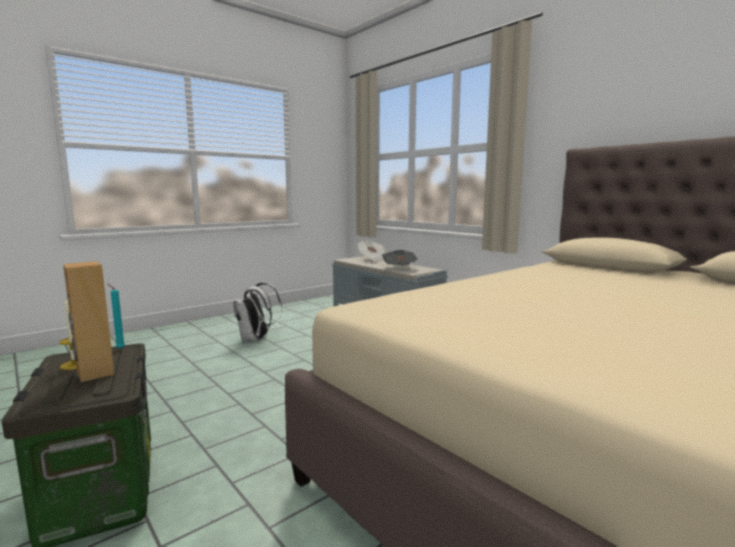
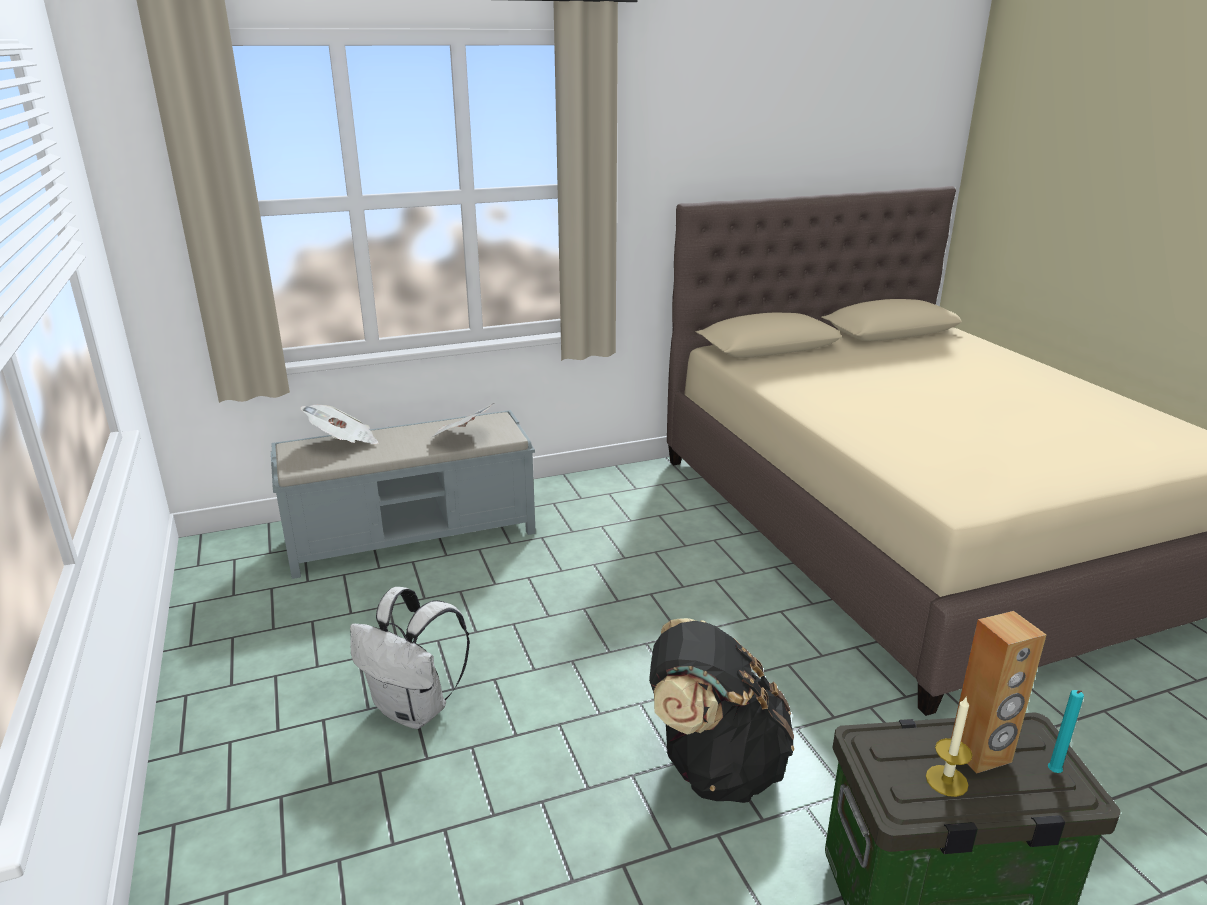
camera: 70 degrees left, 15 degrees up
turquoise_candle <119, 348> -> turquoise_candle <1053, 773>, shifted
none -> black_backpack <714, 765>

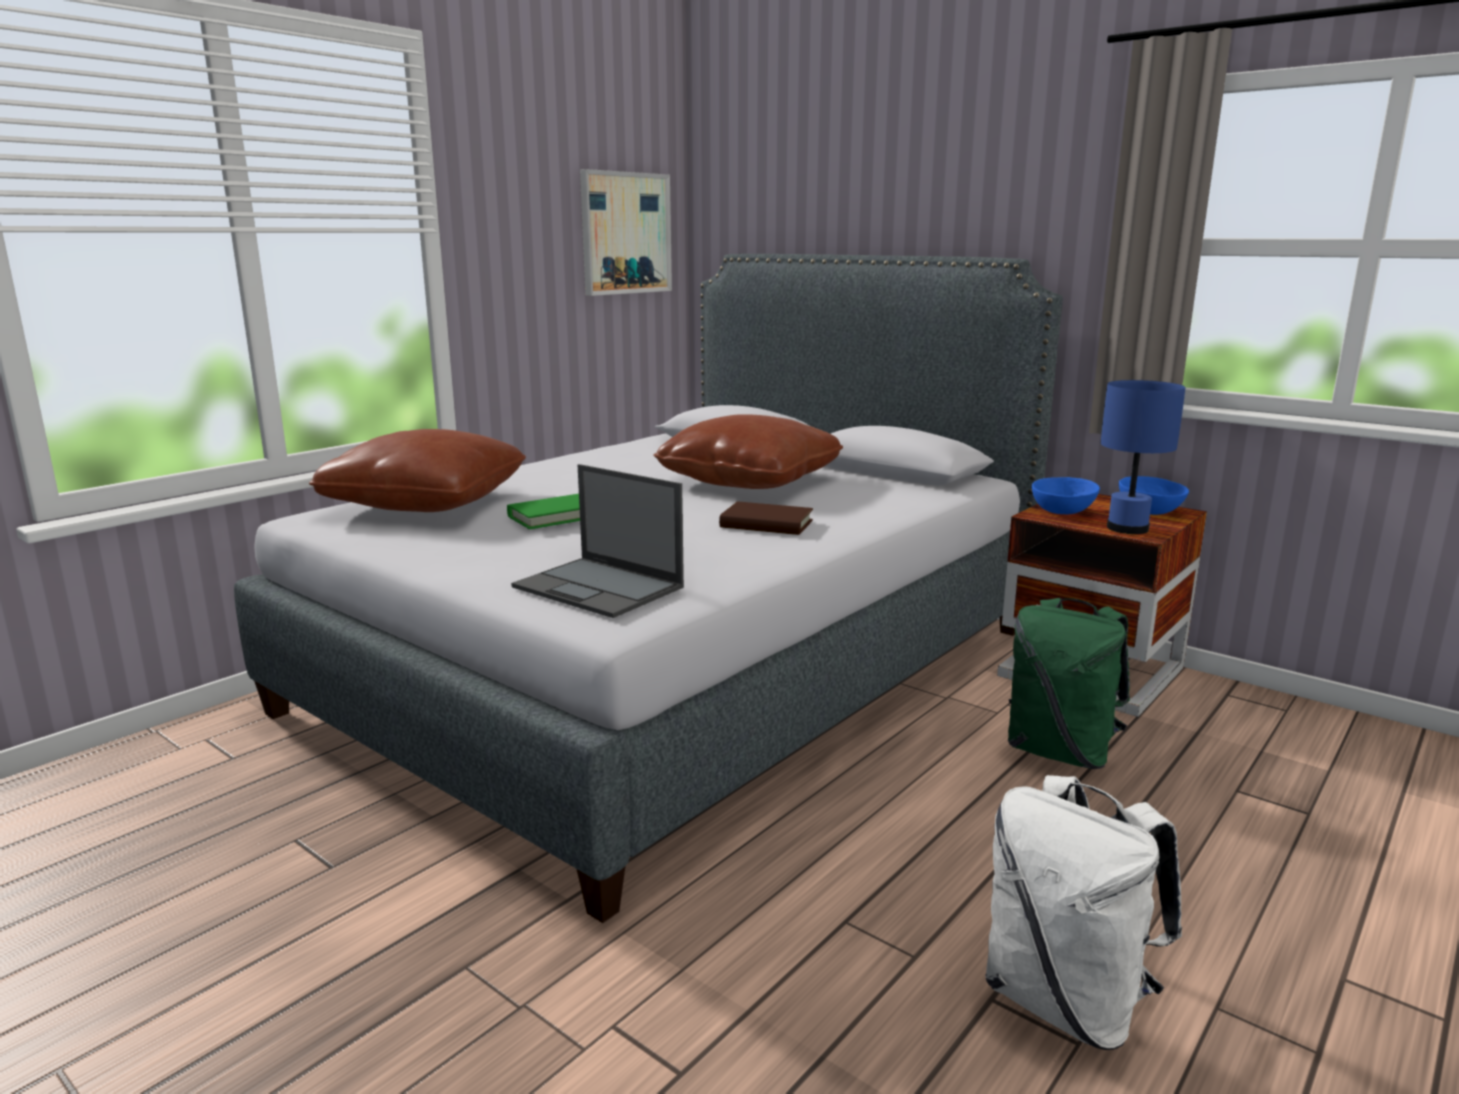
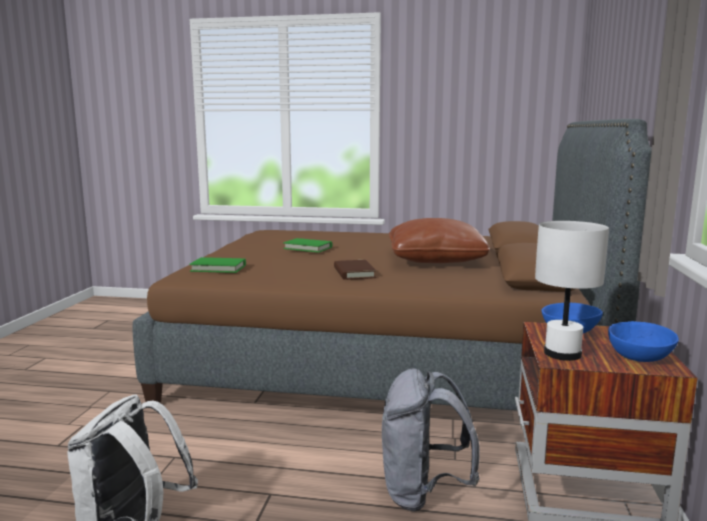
camera: 60 degrees right, 5 degrees down
grey_bed <679, 667> -> brown_bed <386, 360>
brown_pillow <426, 502> -> none
laptop <600, 588> -> green_book <218, 268>
picture <625, 233> -> none
green_backpack <1060, 752> -> grey_backpack <423, 493>
blue_table_lamp <1126, 528> -> white_table_lamp <562, 353>

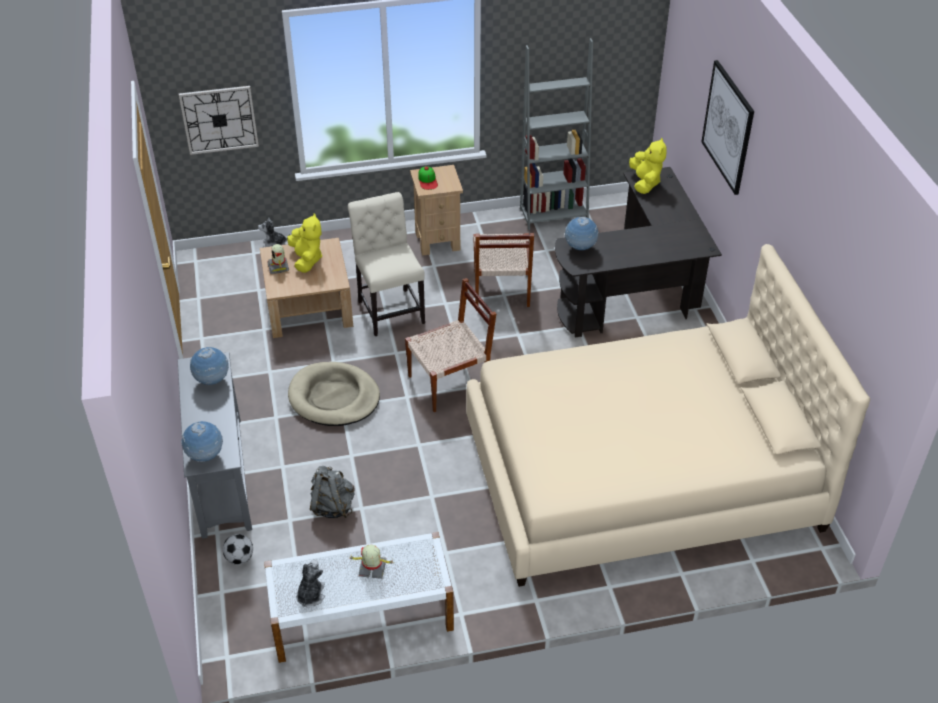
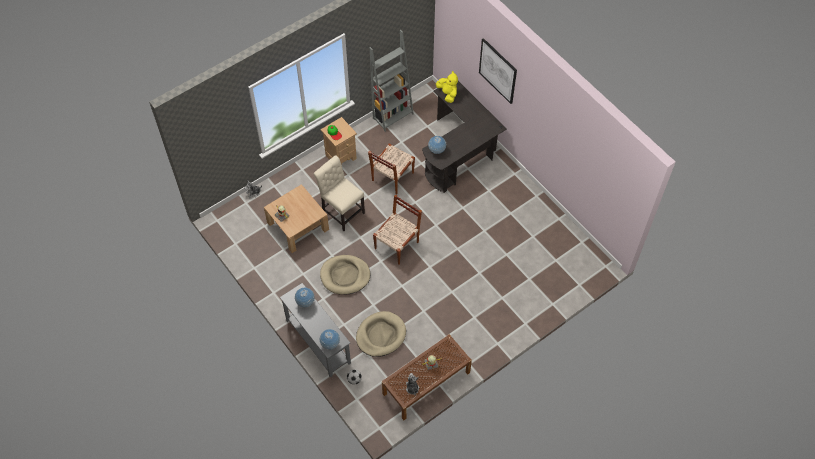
camera: 25 degrees left, 15 degrees up
wall_clock <219, 119> -> none
white_bench <361, 616> -> brown_bench <426, 383>
yellow_plush_toy <306, 260> -> none
grey_backpack <332, 506> -> beige_dog_bed <381, 335>
beige_bed <641, 474> -> none
chair <501, 291> -> chair <392, 177>, 60 degrees clockwise

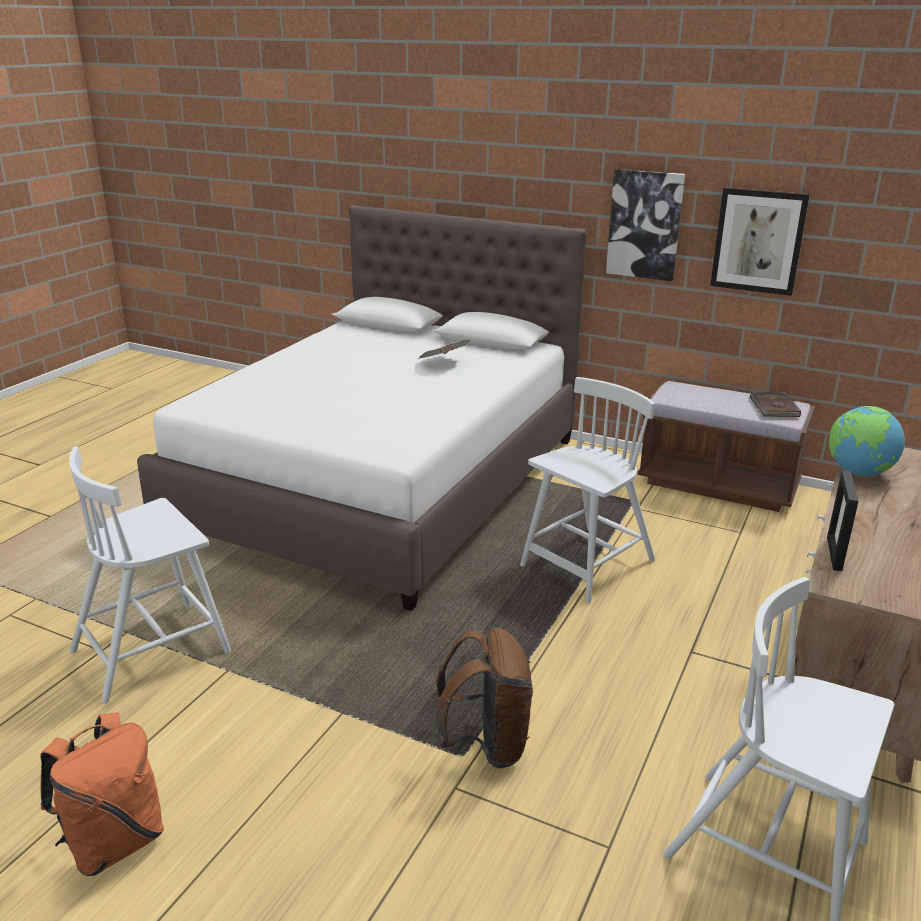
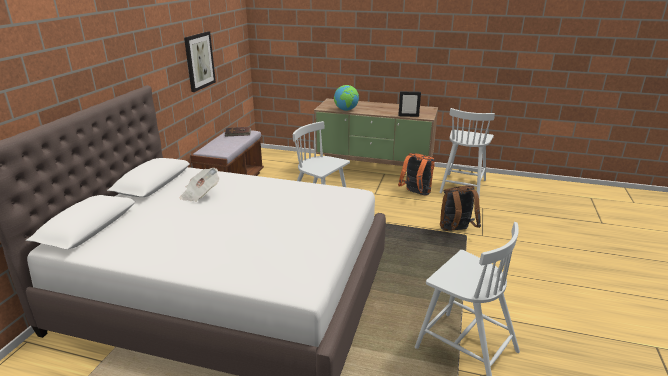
camera: 100 degrees left, 0 degrees up
orange_backpack <114, 842> -> orange_backpack <415, 194>, shifted
picture <644, 224> -> none

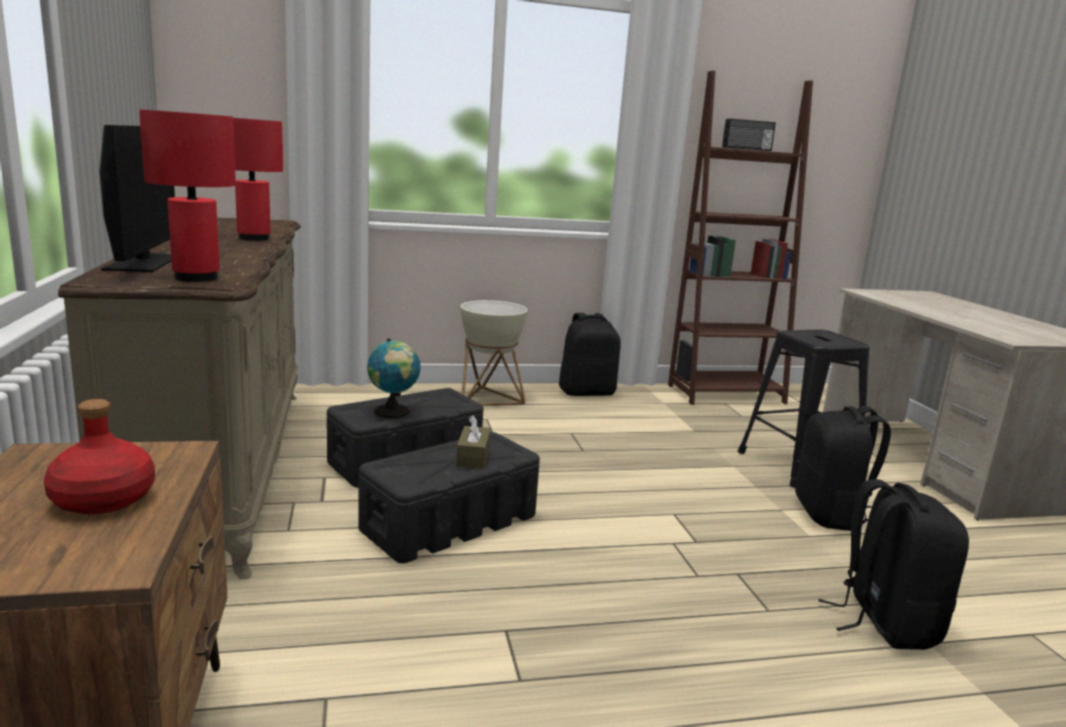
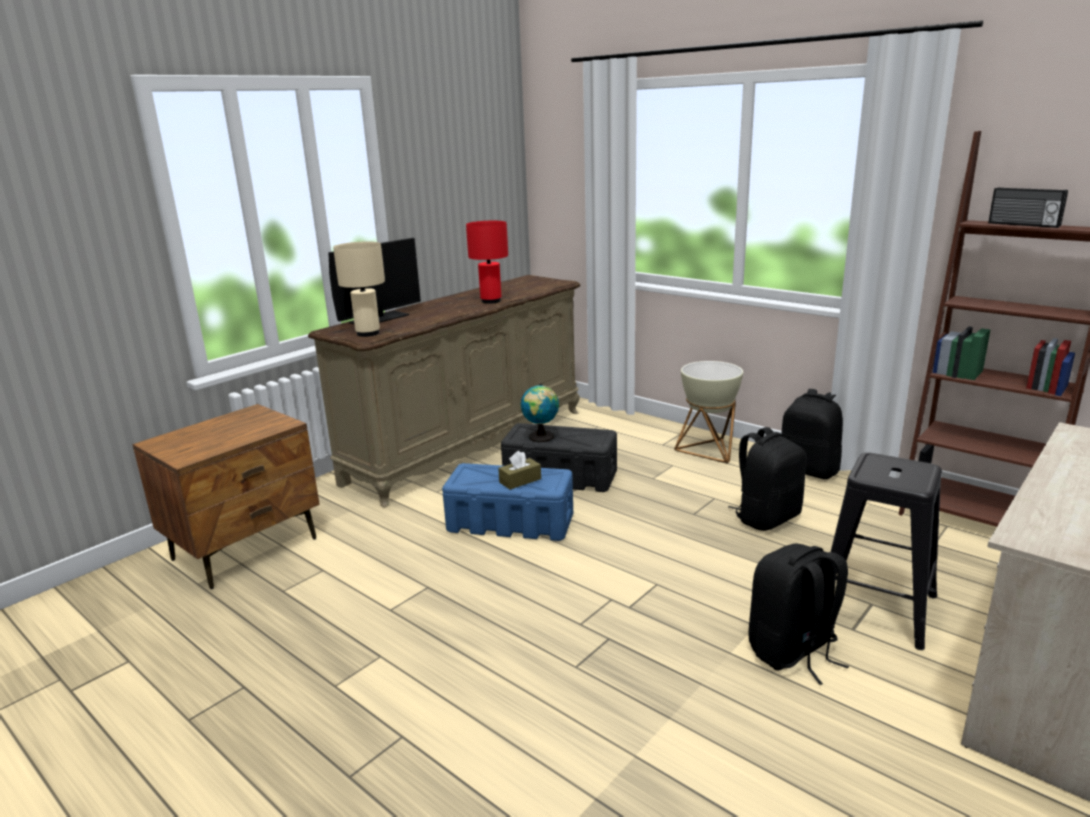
camera: 55 degrees right, 5 degrees up
red_bottle <103, 500> -> none
red_table_lamp <198, 278> -> beige_table_lamp <368, 333>
black_storage_box <451, 523> -> blue_storage_box <511, 522>
black_backpack <883, 622> -> black_backpack <766, 517>, shifted

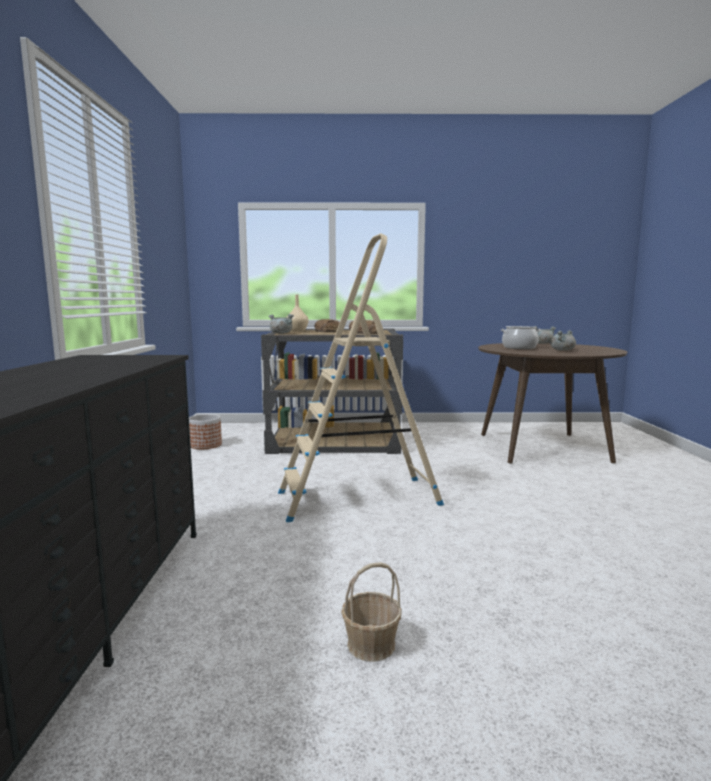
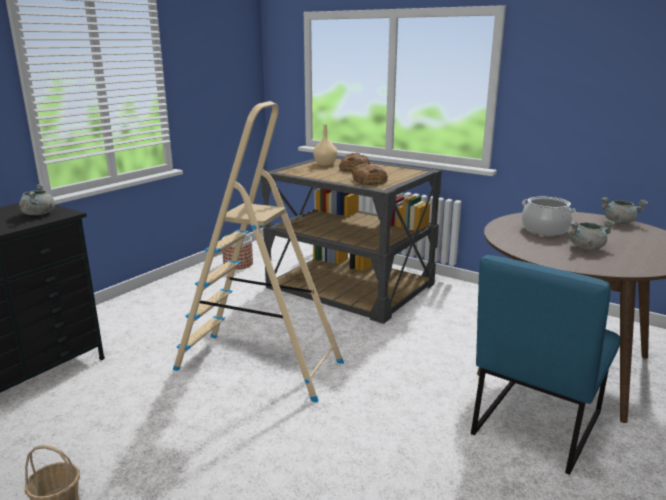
camera: 35 degrees right, 10 degrees up
grey_cooking_pot <280, 333> -> grey_cooking_pot <38, 213>, shifted
none -> blue_chair <534, 424>

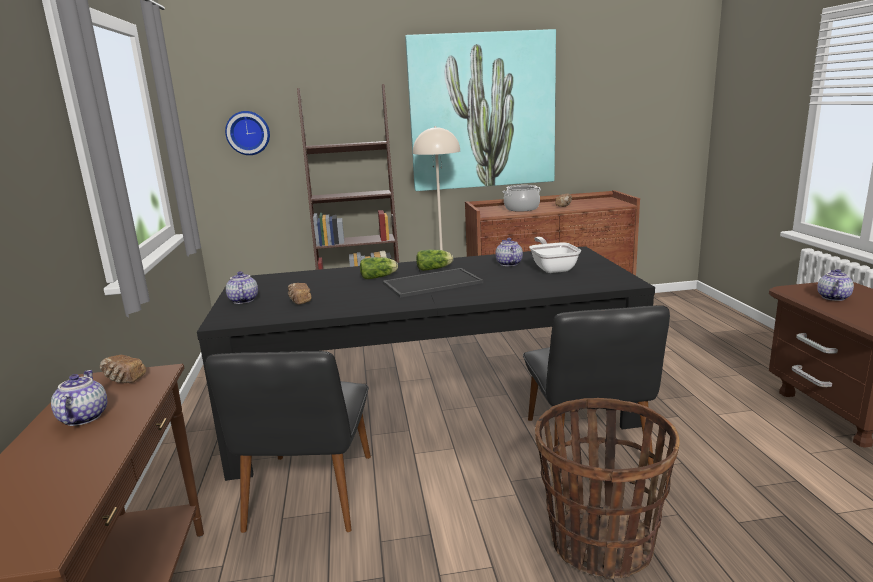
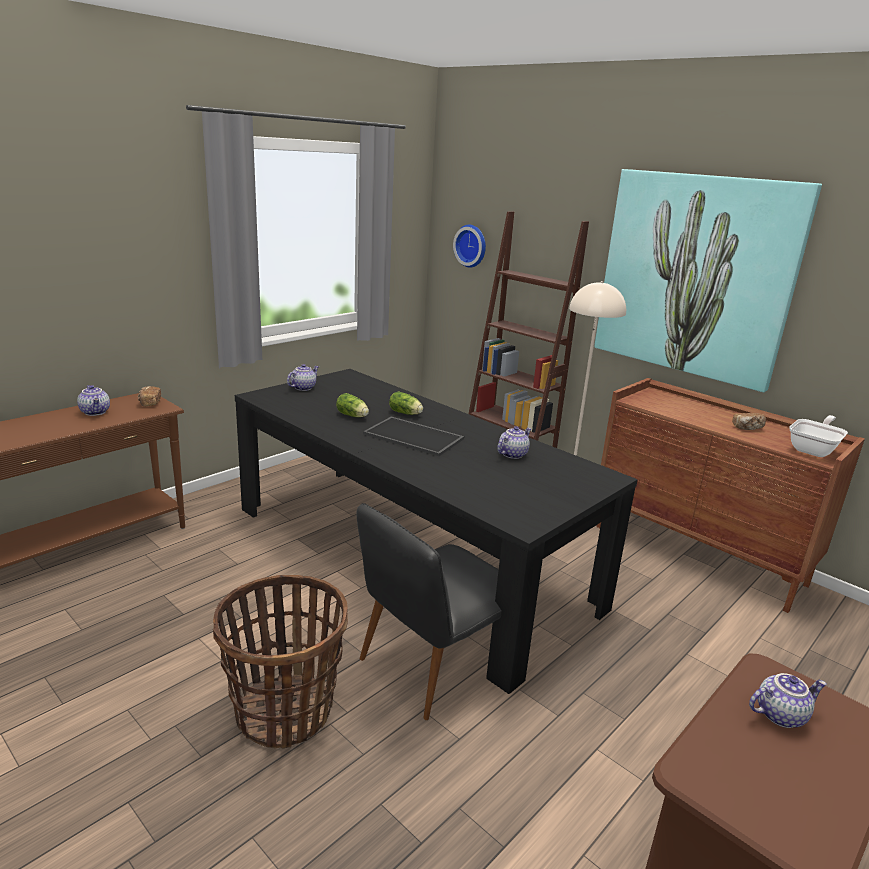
camera: 50 degrees right, 5 degrees up
teapot <82, 418> -> teapot <96, 412>, 105 degrees clockwise
black_chair <311, 491> -> none
bread <299, 301> -> none
lettuce <435, 269> -> lettuce <353, 416>, shifted
cooking_pot <521, 209> -> none
frying_pan <552, 268> -> frying_pan <814, 450>, shifted

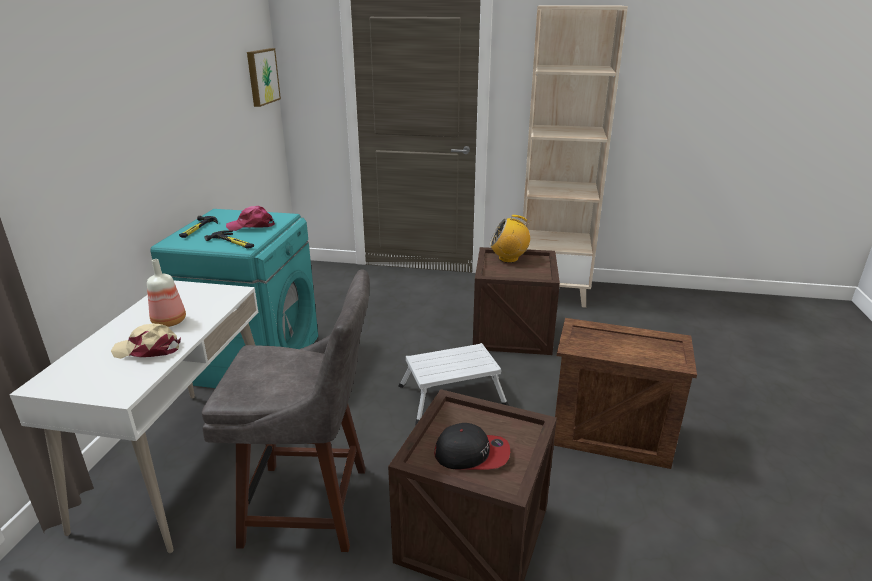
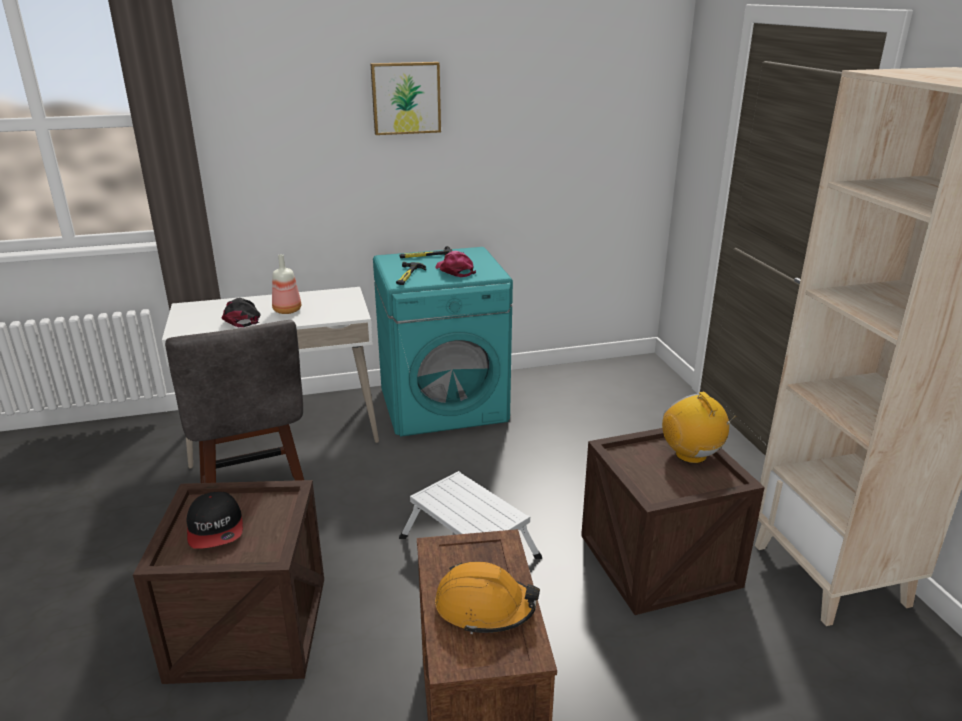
camera: 65 degrees right, 0 degrees up
beige_cap <148, 349> -> black_cap <242, 318>
picture <261, 76> -> picture <406, 98>, shifted
none -> orange_hard_hat <484, 608>

